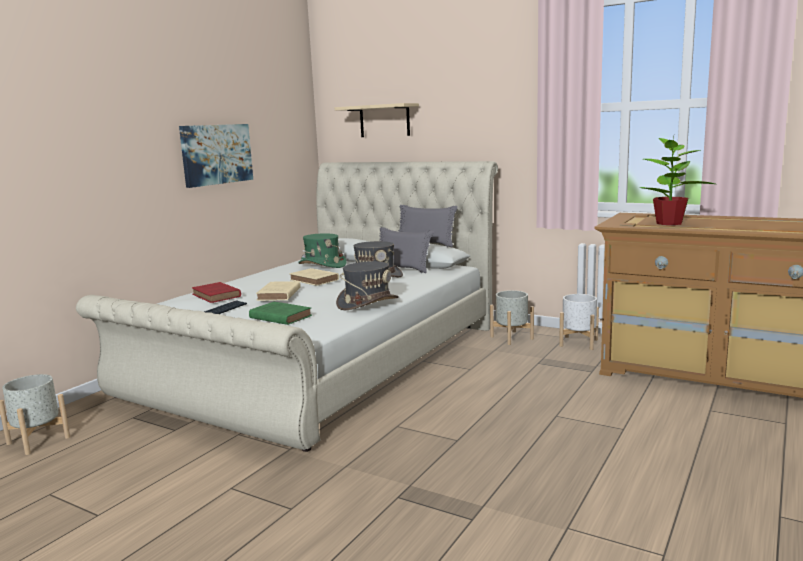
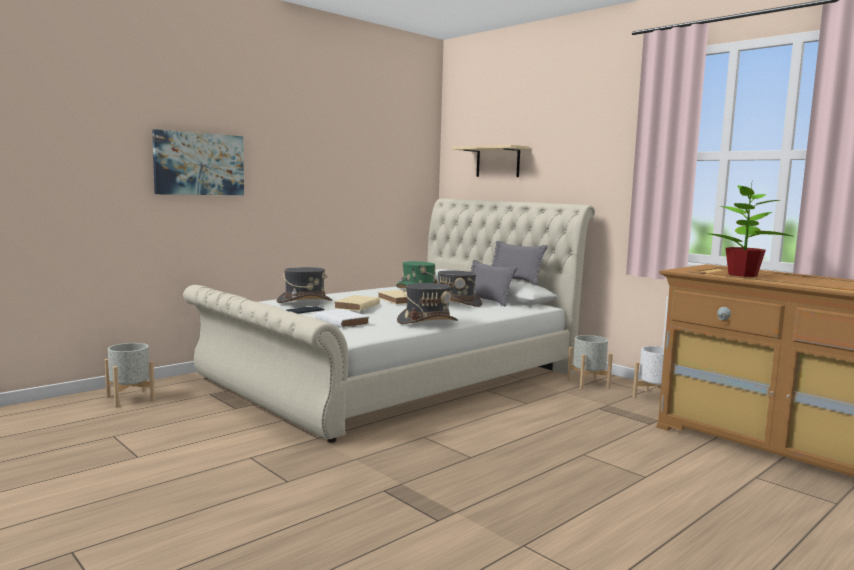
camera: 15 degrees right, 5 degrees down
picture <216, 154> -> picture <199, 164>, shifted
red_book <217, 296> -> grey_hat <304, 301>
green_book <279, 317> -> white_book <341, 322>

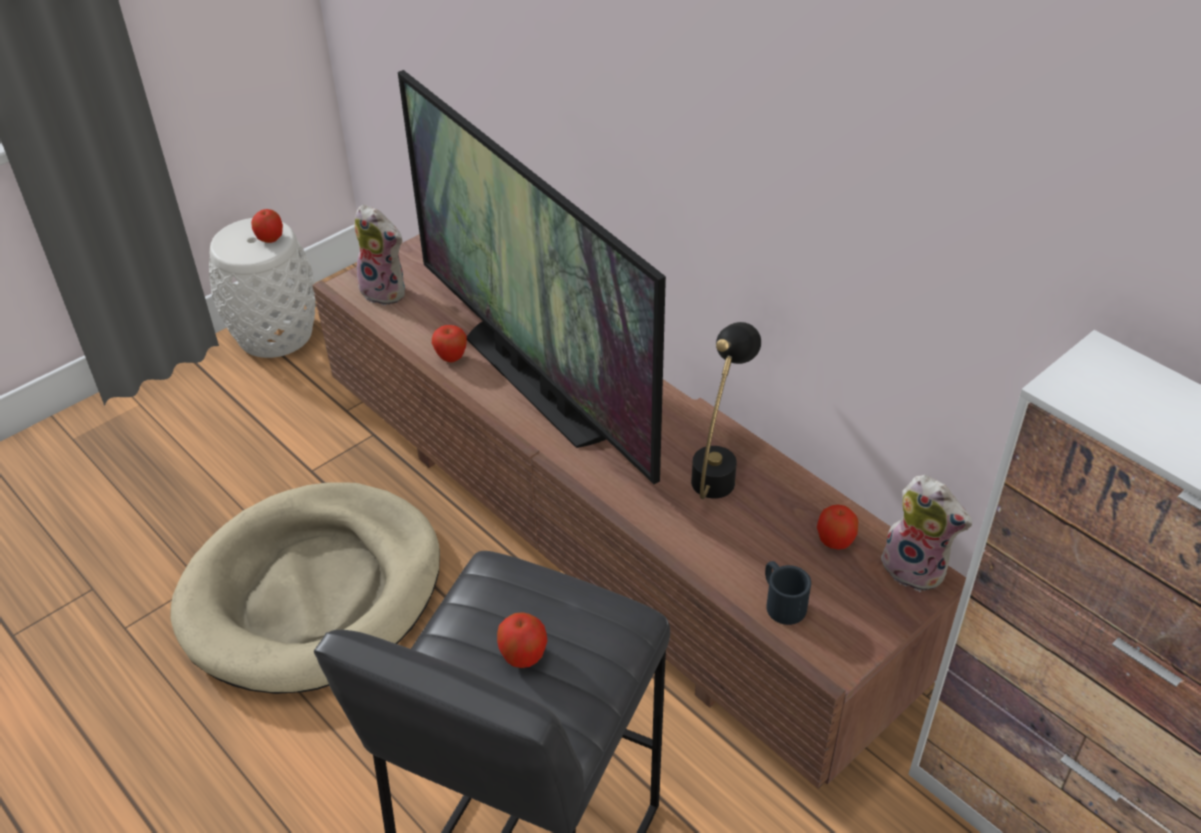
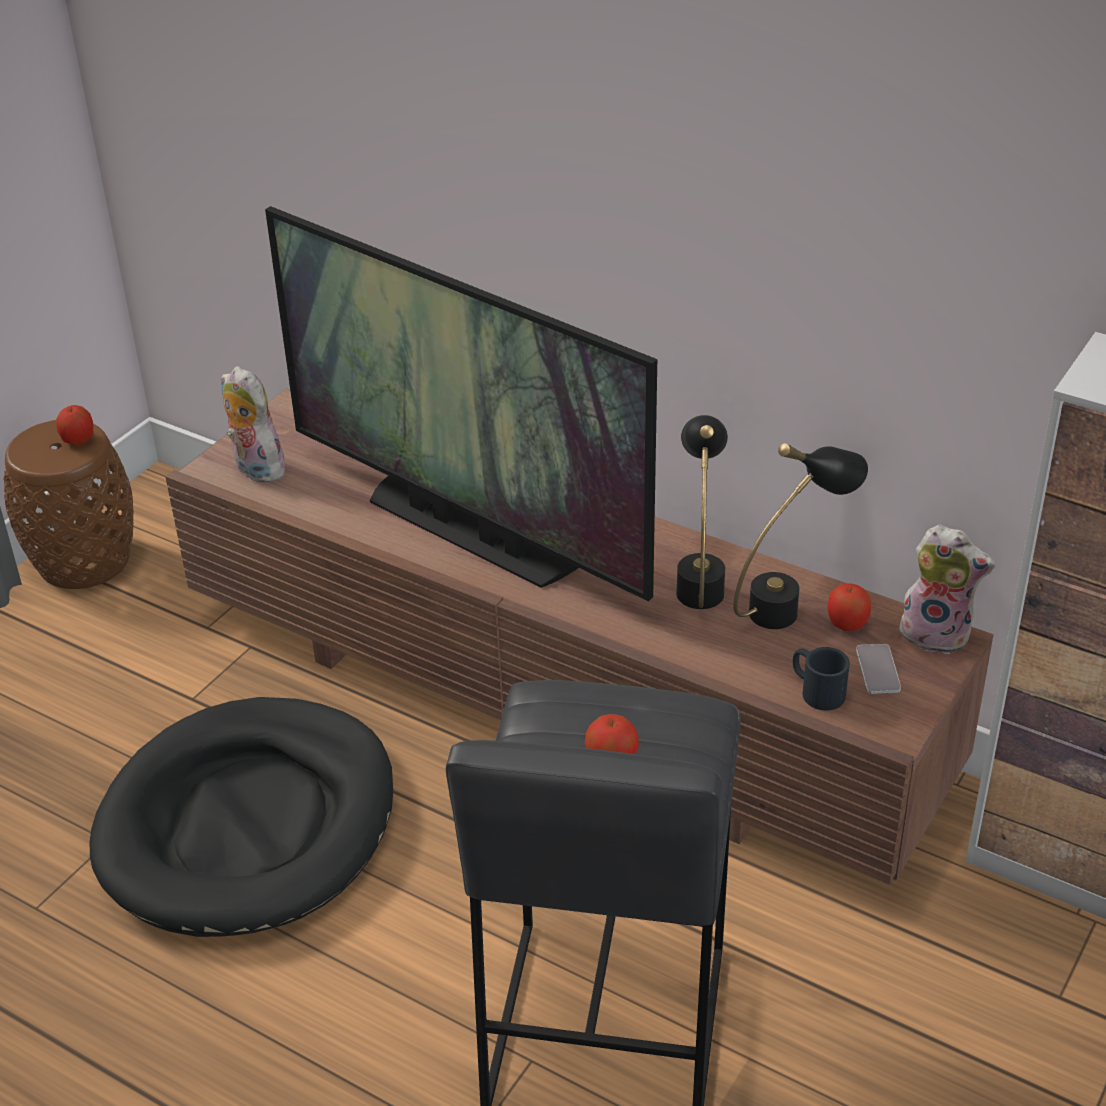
camera: 15 degrees left, 5 degrees down
beige_dog_bed <313, 592> -> black_dog_bed <249, 824>
white_stool <276, 334> -> brown_stool <85, 561>
plush_toy <386, 291> -> plush_toy <255, 469>, 150 degrees counterclockwise
apple <451, 358> -> none
none -> black_table_lamp <791, 603>
none -> phone <877, 670>

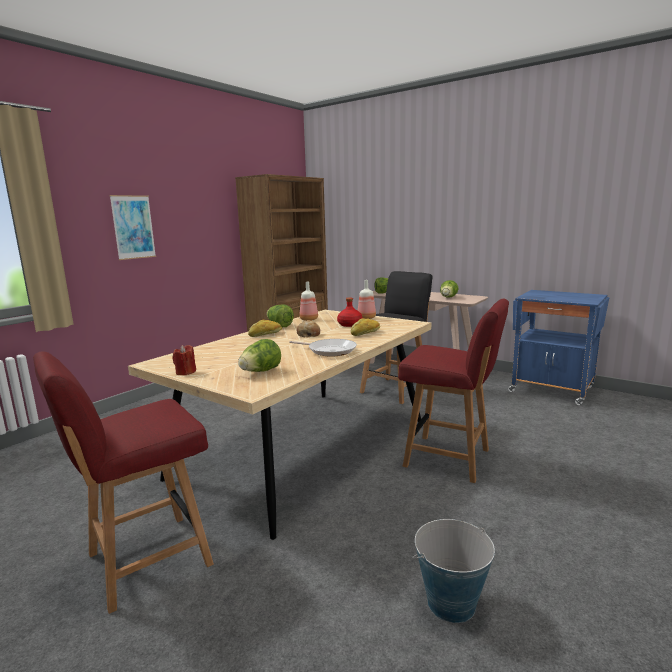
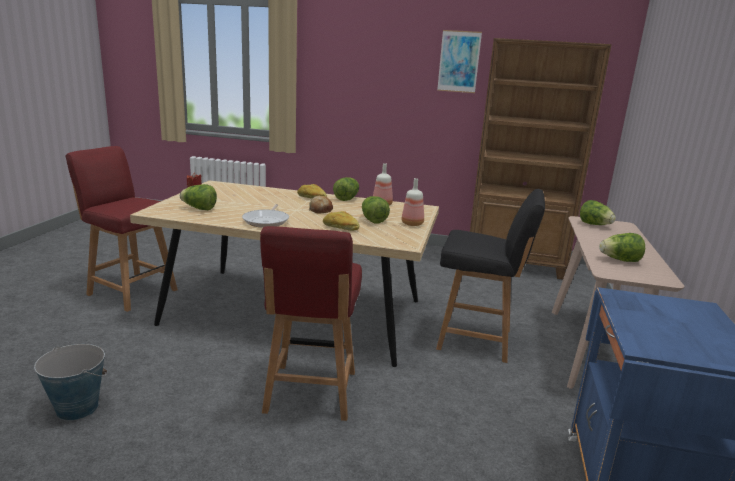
camera: 65 degrees right, 5 degrees up
picture <133, 227> -> picture <459, 61>, shifted
red_bottle <350, 324> -> lettuce <373, 220>

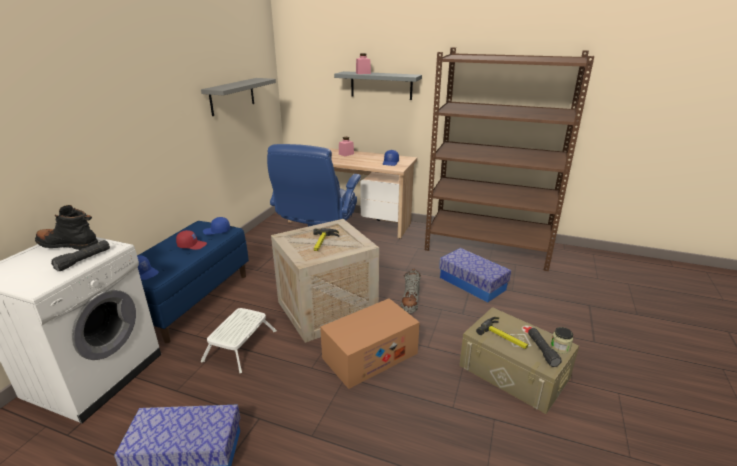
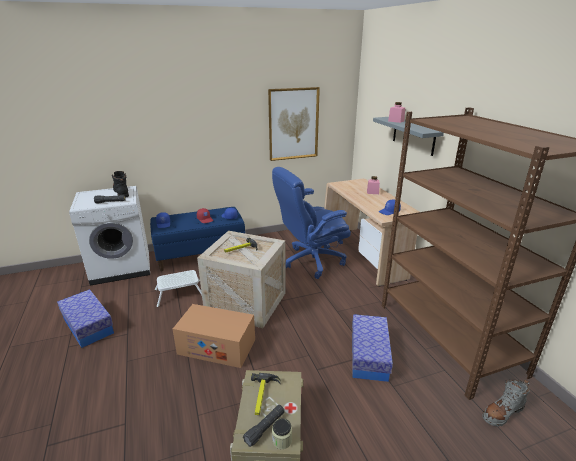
camera: 50 degrees right, 0 degrees up
grey_shelf <232, 96> -> picture <293, 124>
grey_boot <410, 302> -> grey_boot <502, 412>, shifted

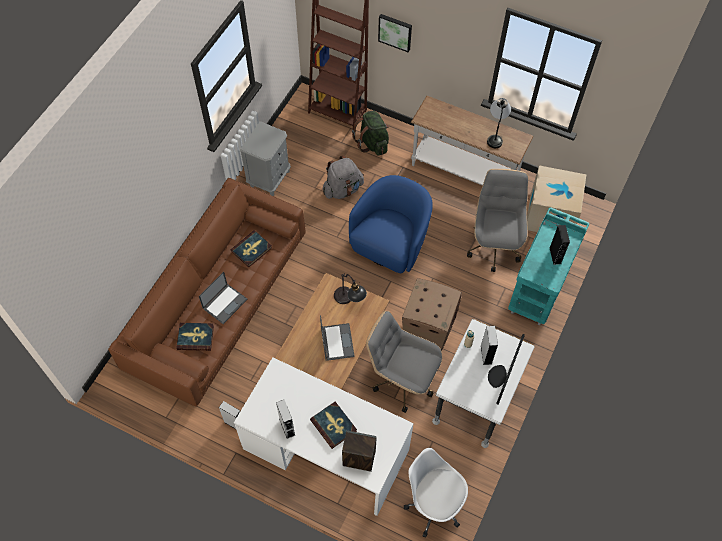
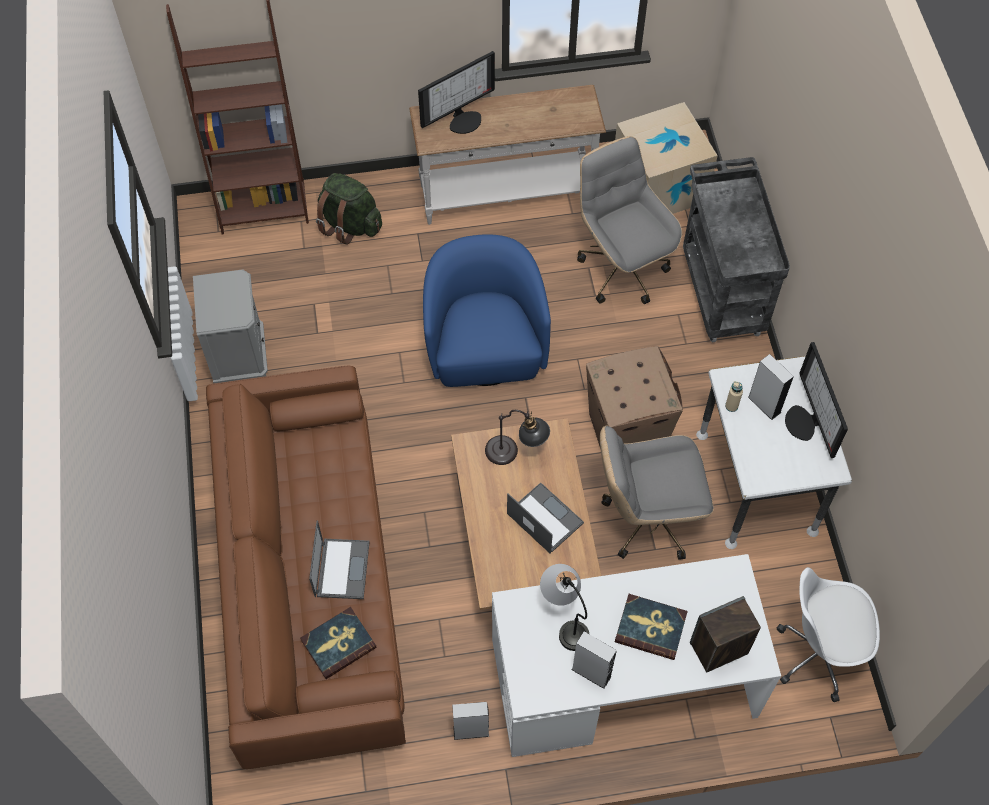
camera: 35 degrees left, 0 degrees up
book <251, 249> -> none
grey_backpack <343, 189> -> none
picture <395, 32> -> none
table_lamp <496, 134> -> table_lamp <565, 618>, shifted
turquoise_cart <538, 289> -> black_cart <720, 291>
black_speaker <555, 255> -> none
none -> monitor <464, 120>

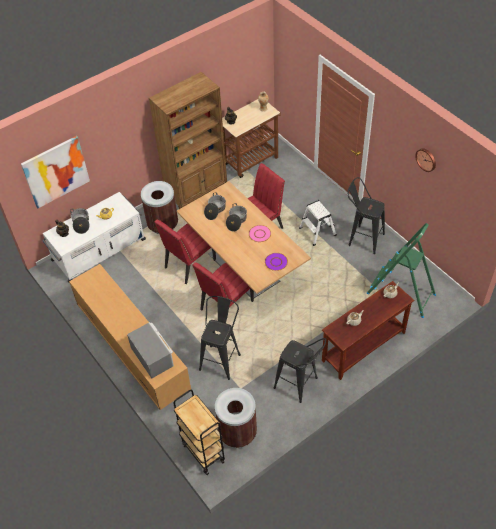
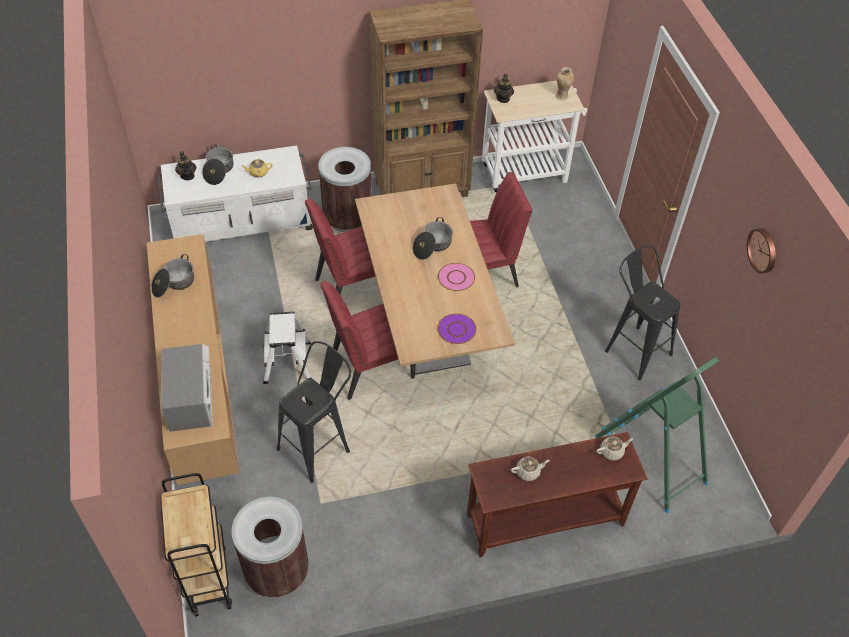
camera: 20 degrees right, 0 degrees up
picture <56, 172> -> none
cooking_pot <215, 210> -> cooking_pot <174, 283>, shifted
brown_cart <251, 160> -> white_cart <525, 173>
black_stool <299, 385> -> none
white_step_ladder <317, 232> -> white_step_ladder <287, 363>, shifted

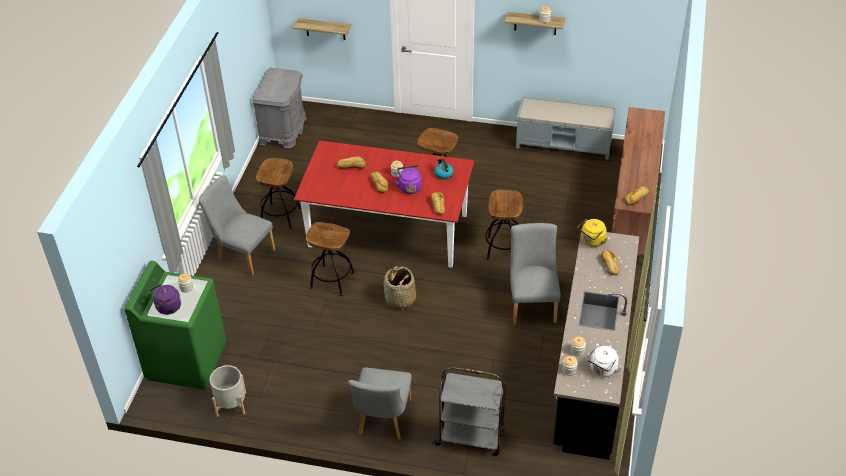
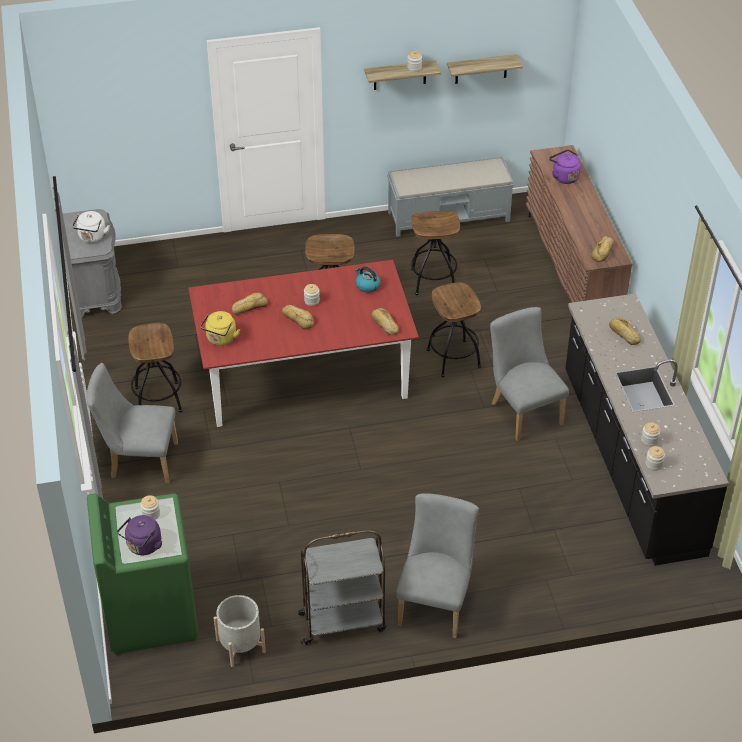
camera: 25 degrees left, 0 degrees up
shelf <325, 29> -> shelf <481, 69>, shifted
brown_stool <332, 280> -> brown_stool <433, 280>, shifted
grey_chair <382, 421> -> grey_chair <436, 602>, 150 degrees counterclockwise
basket <400, 299> -> none
purple_kettle <409, 187> -> purple_kettle <564, 177>, shifted
grey_cart <470, 439> -> grey_cart <343, 622>, shifted
yellow_kettle <591, 241> -> yellow_kettle <221, 339>, shifted
white_kettle <602, 370> -> white_kettle <92, 237>, shifted

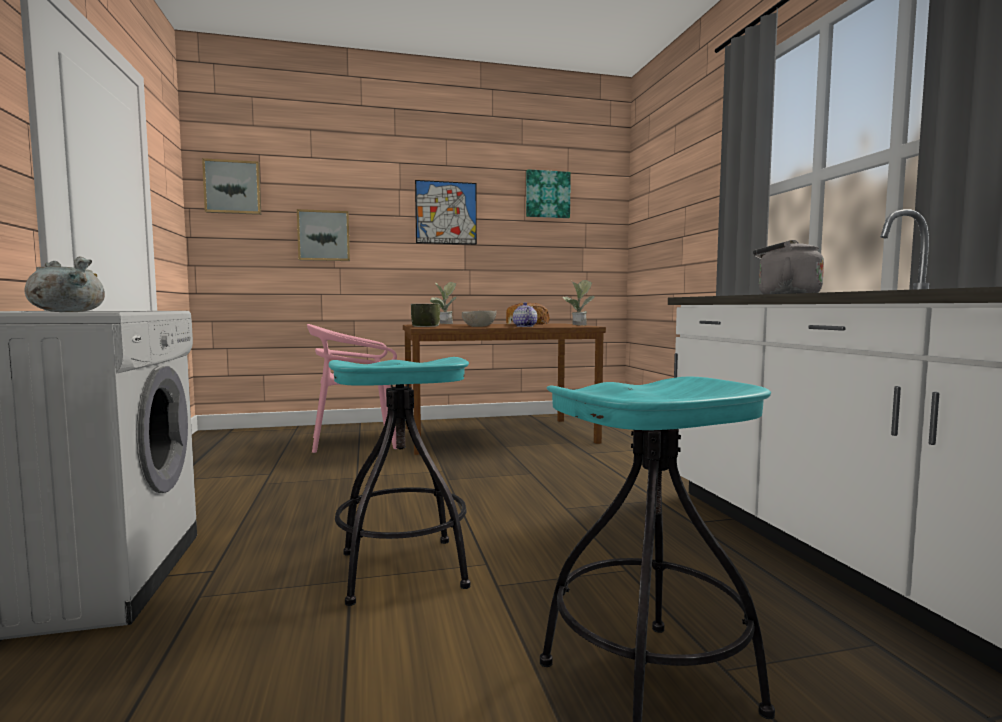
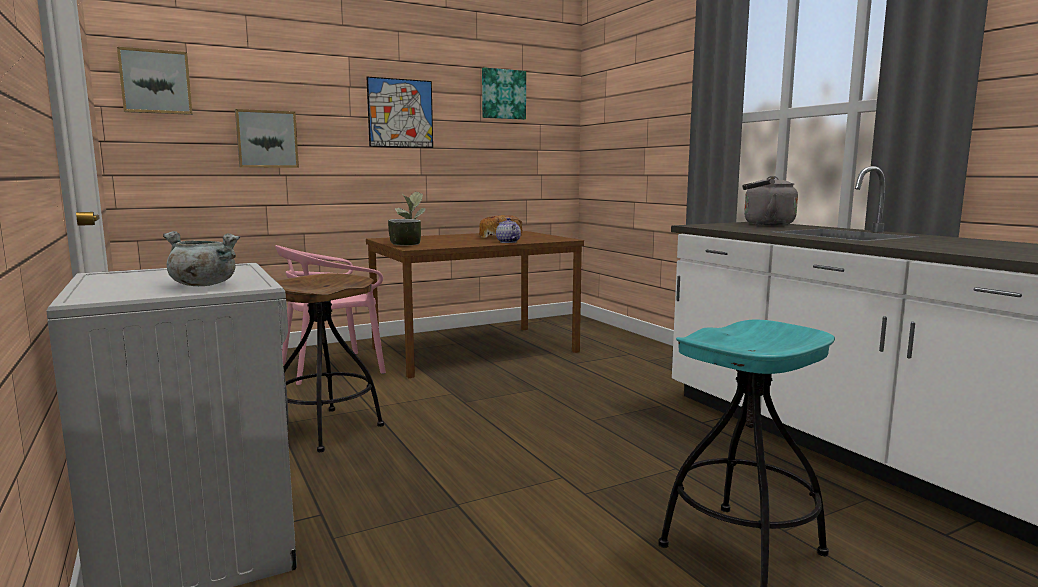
camera: 15 degrees left, 5 degrees up
turquoise_stool <402, 569> -> none
grey_bowl <478, 326> -> none
potted_plant <577, 325> -> none
none -> brown_stool <327, 428>

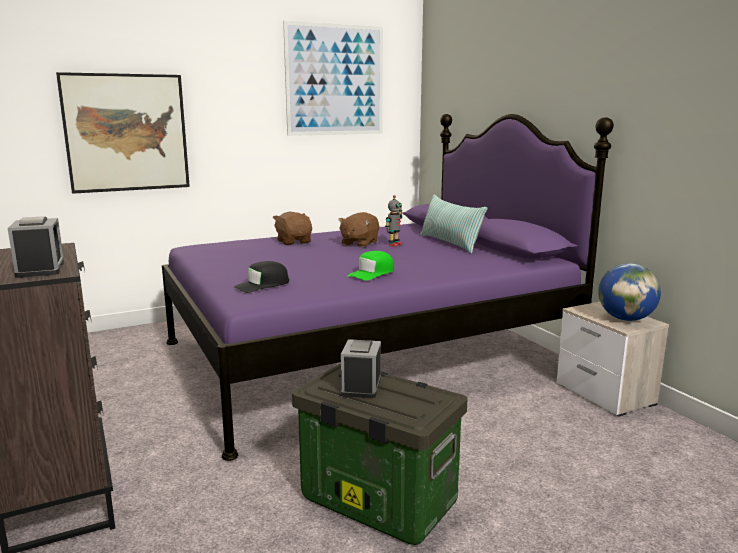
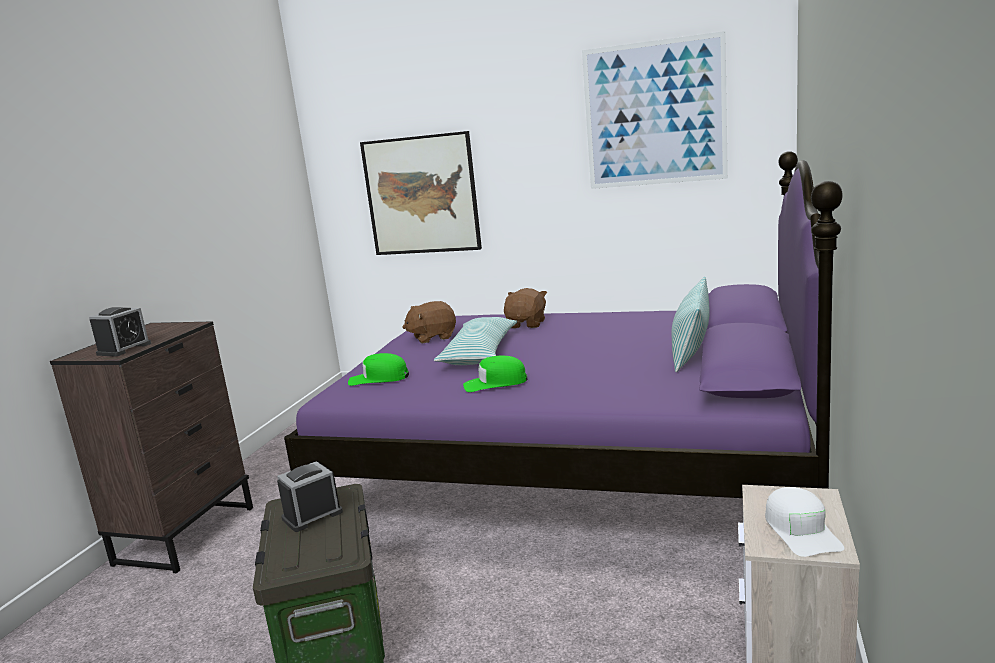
camera: 45 degrees right, 0 degrees up
black_cap <262, 285> -> green_cap <379, 379>
brown_plush_toy <359, 243> -> brown_plush_toy <432, 337>, shifted
toy_robot <394, 244> -> none
globe <625, 319> -> white_cap <801, 531>
none -> pillow <479, 353>

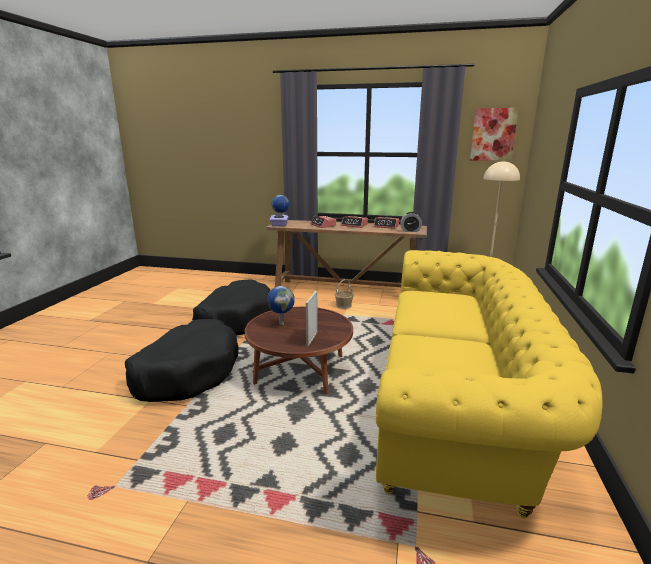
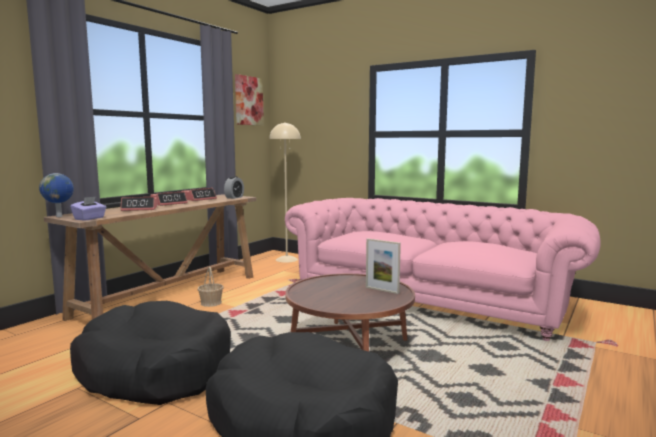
camera: 70 degrees left, 10 degrees down
globe <281, 323> -> none
yellow_sofa <458, 397> -> pink_sofa <431, 298>

